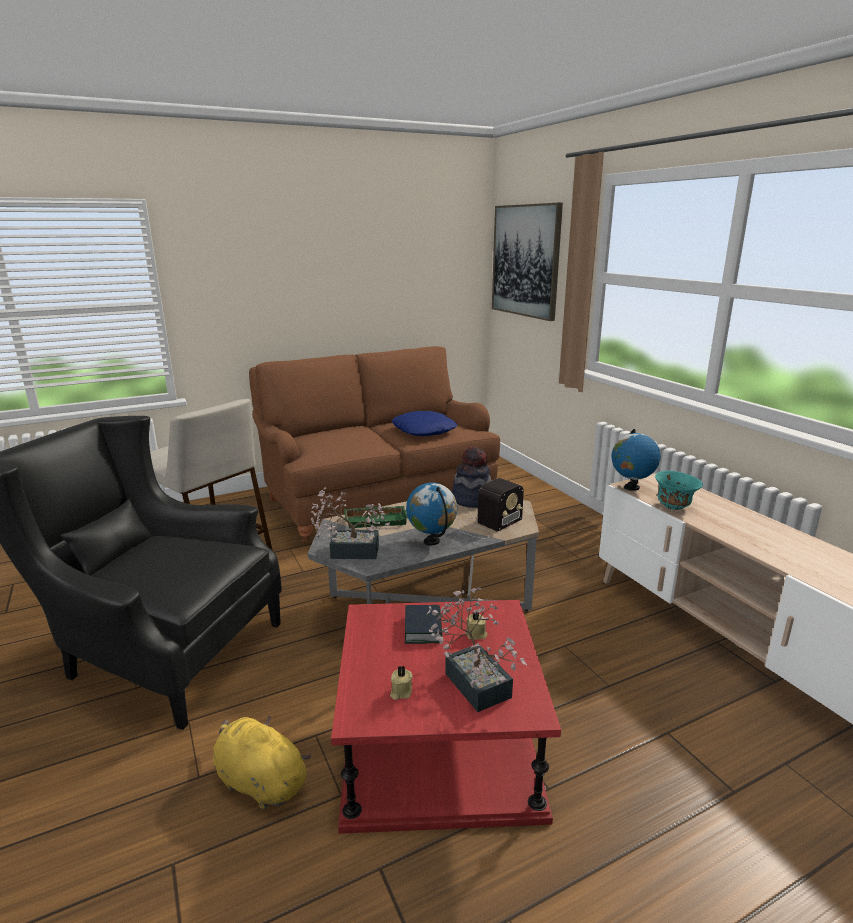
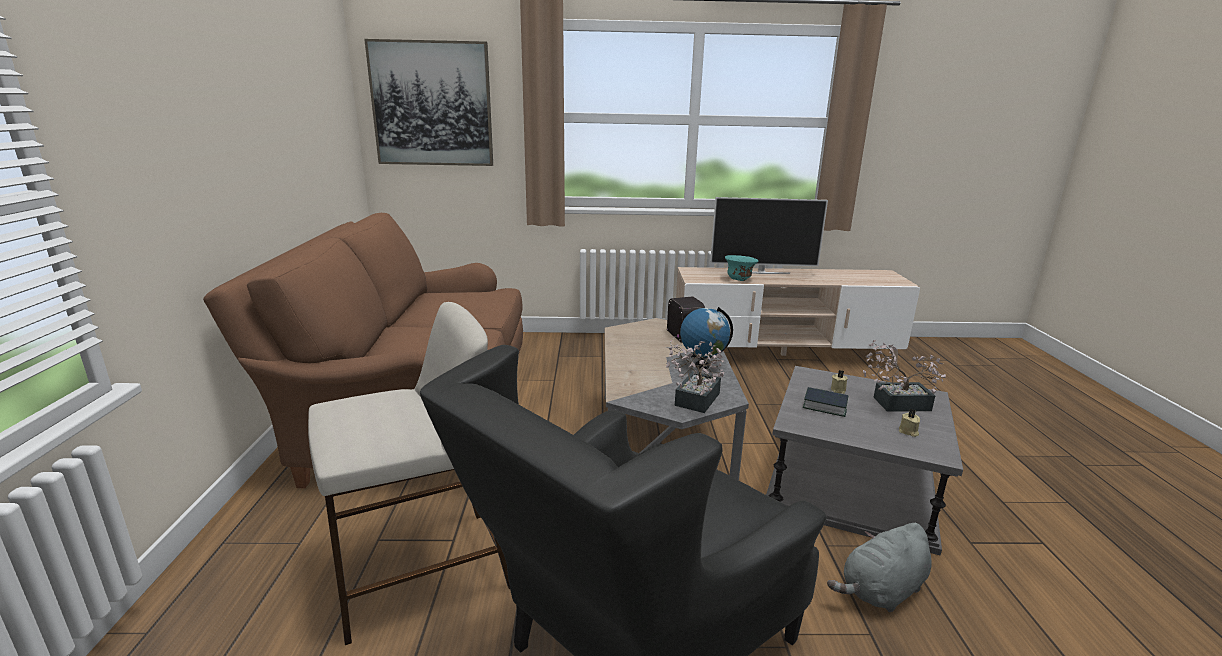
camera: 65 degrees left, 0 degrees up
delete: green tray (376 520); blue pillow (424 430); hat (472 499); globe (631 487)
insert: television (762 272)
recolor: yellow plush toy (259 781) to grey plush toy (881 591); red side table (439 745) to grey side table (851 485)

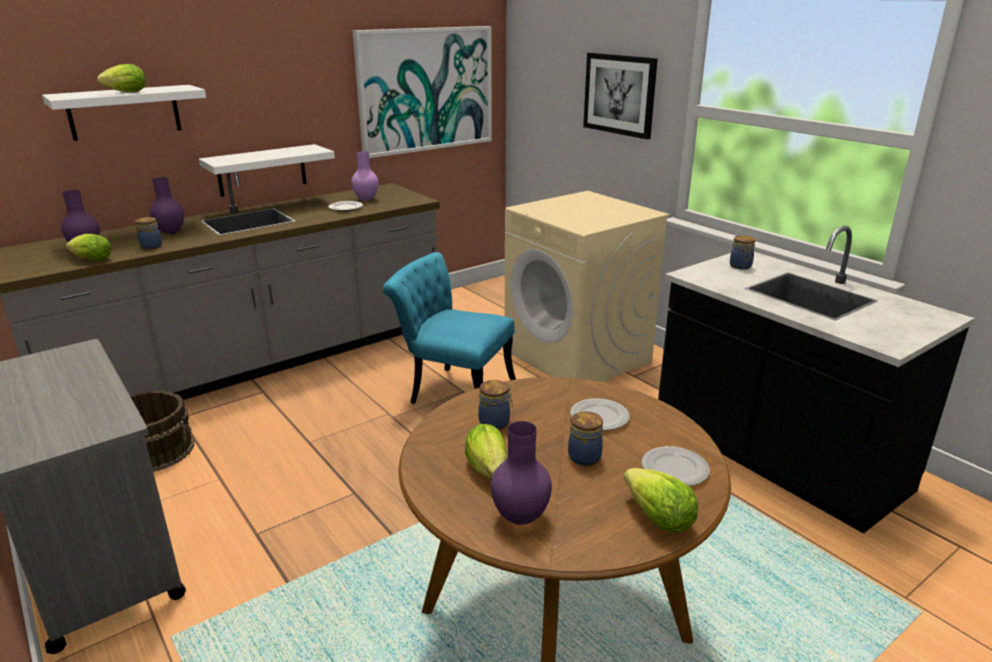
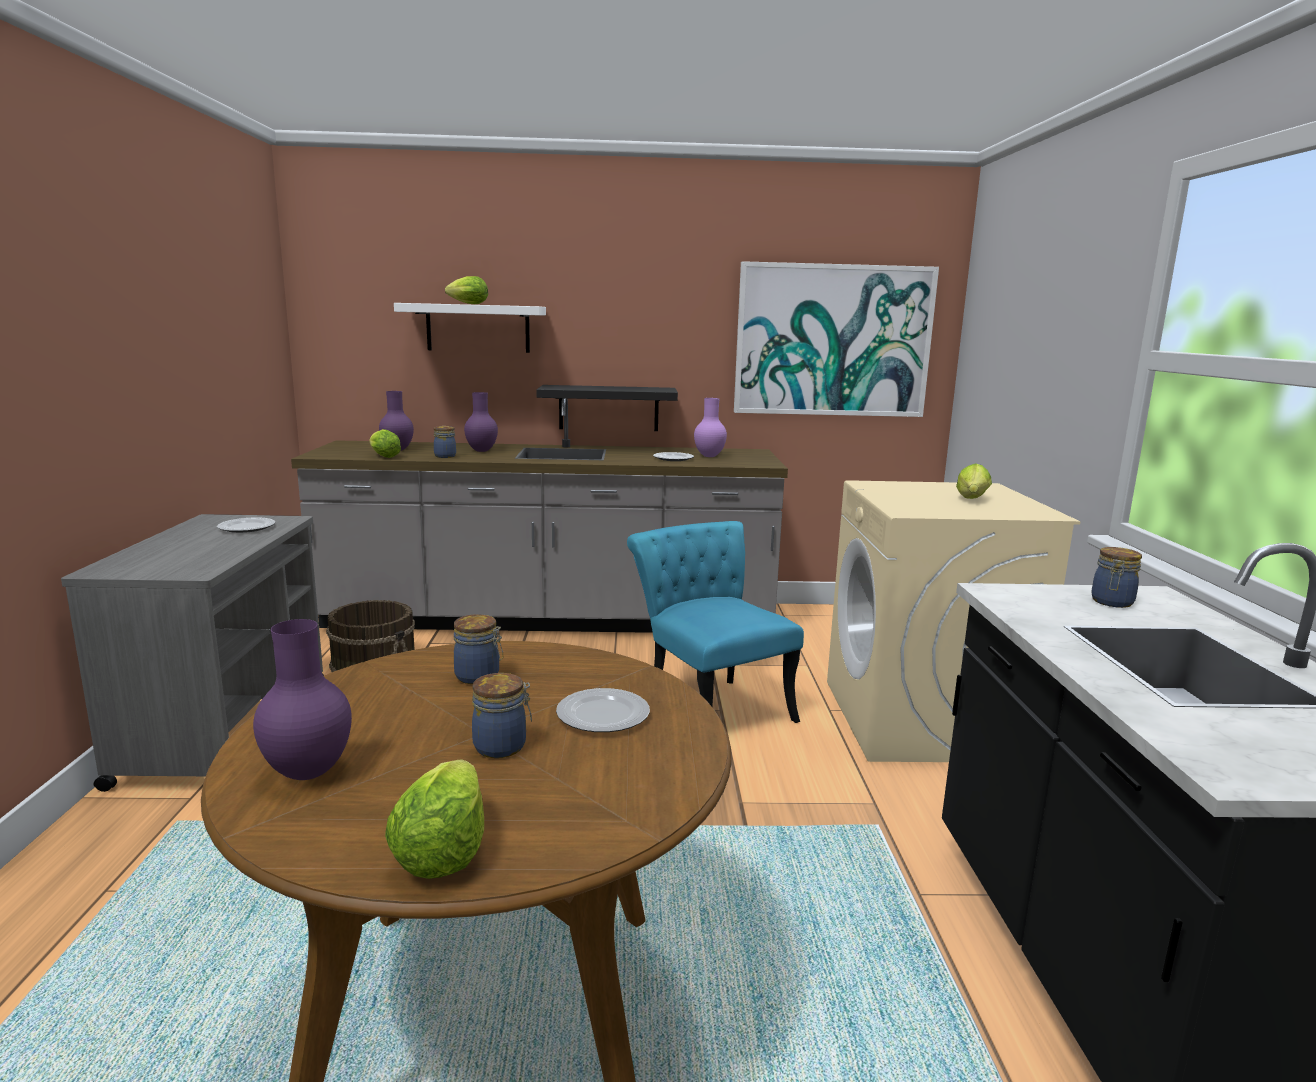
camera: 35 degrees right, 10 degrees down
delete: picture (619 94)
move: lettuce (488 471) to (972 500); plate (674 469) to (247 528)
recolor: white shelf (262 170) to black shelf (608 408)

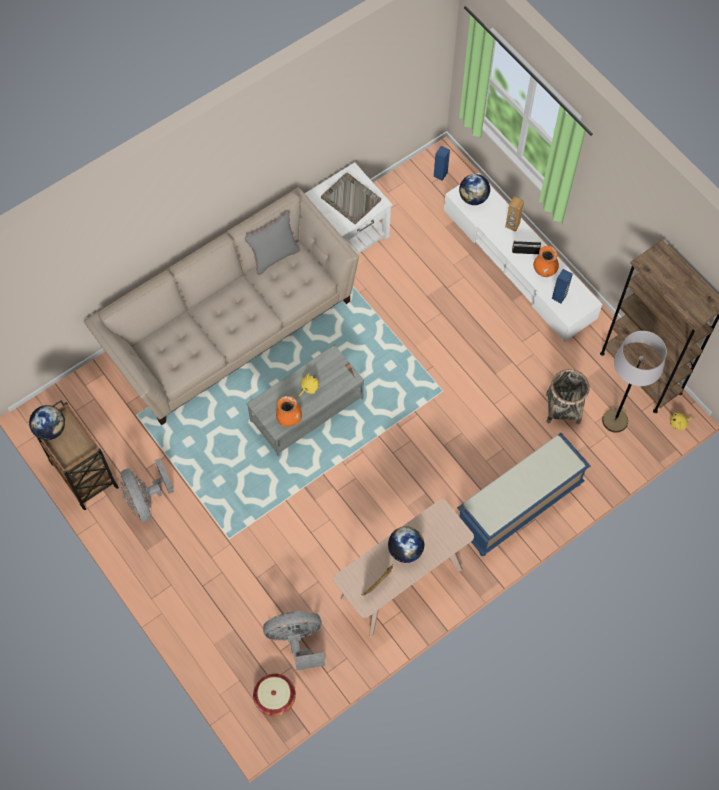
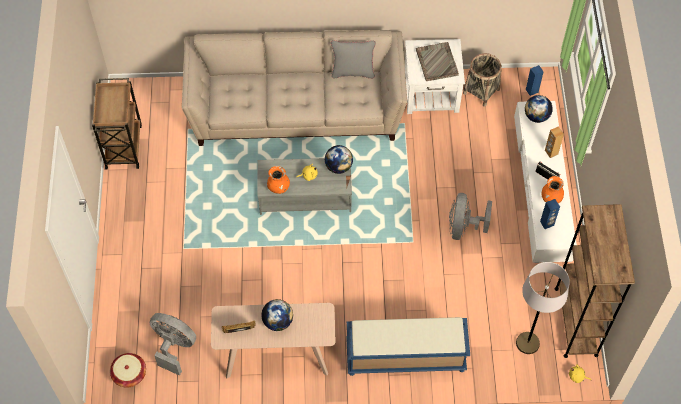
camera: 35 degrees right, 5 degrees down
move: globe (50 429) to (338 167); grey fan (146 500) to (463 227); basket (563 408) to (481 91)

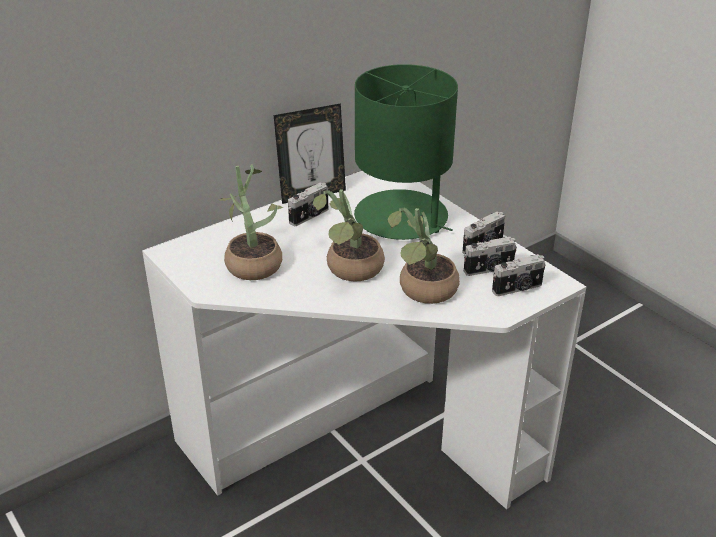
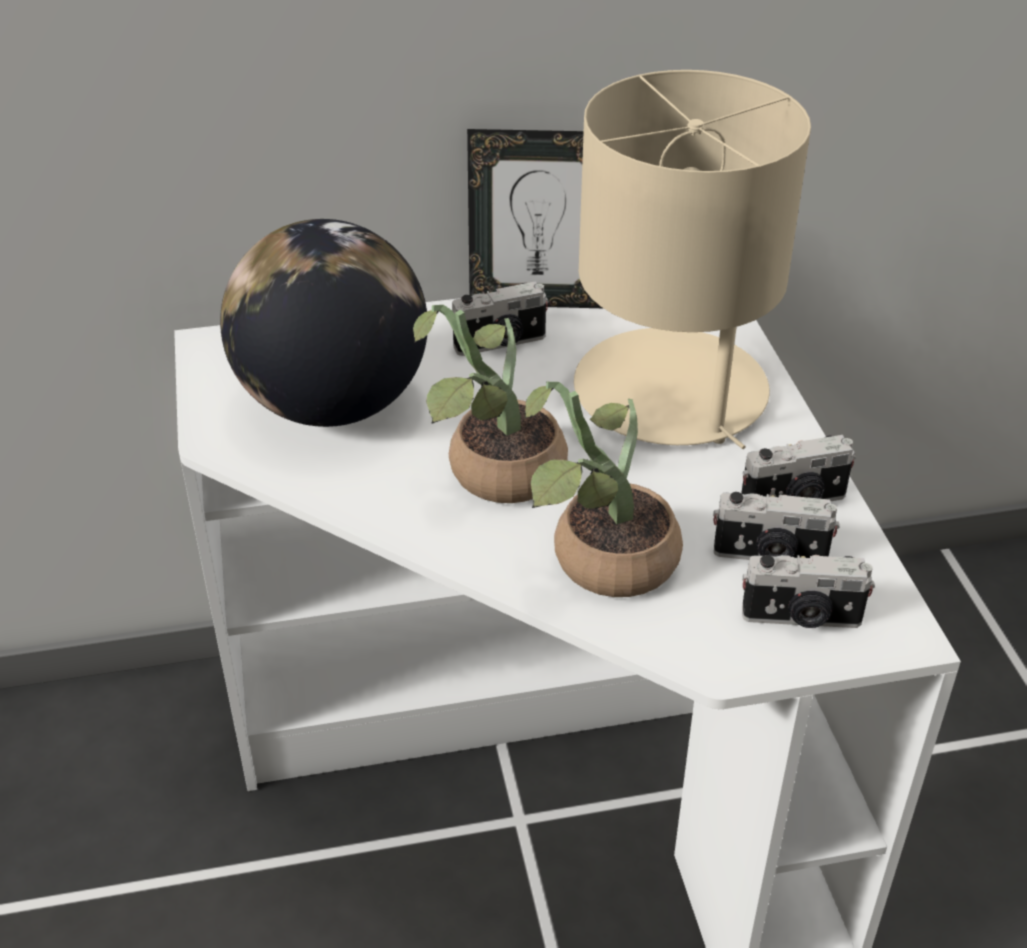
camera: 25 degrees right, 5 degrees up
replace: potted plant (252 262) to globe (333 405)
recolor: green table lamp (402 217) to beige table lamp (672 392)

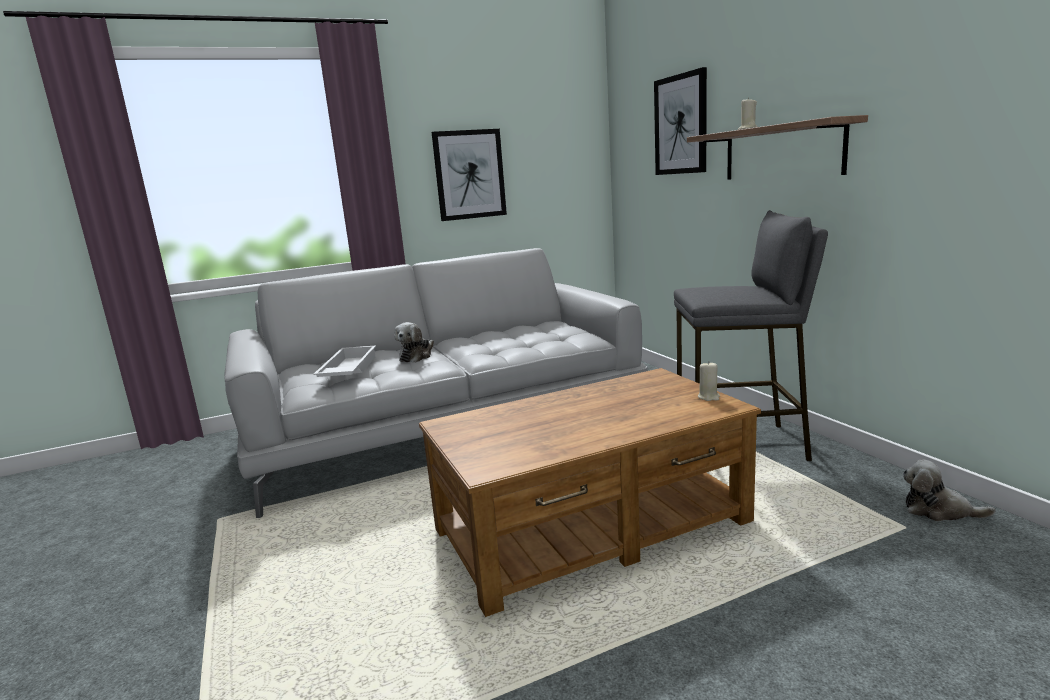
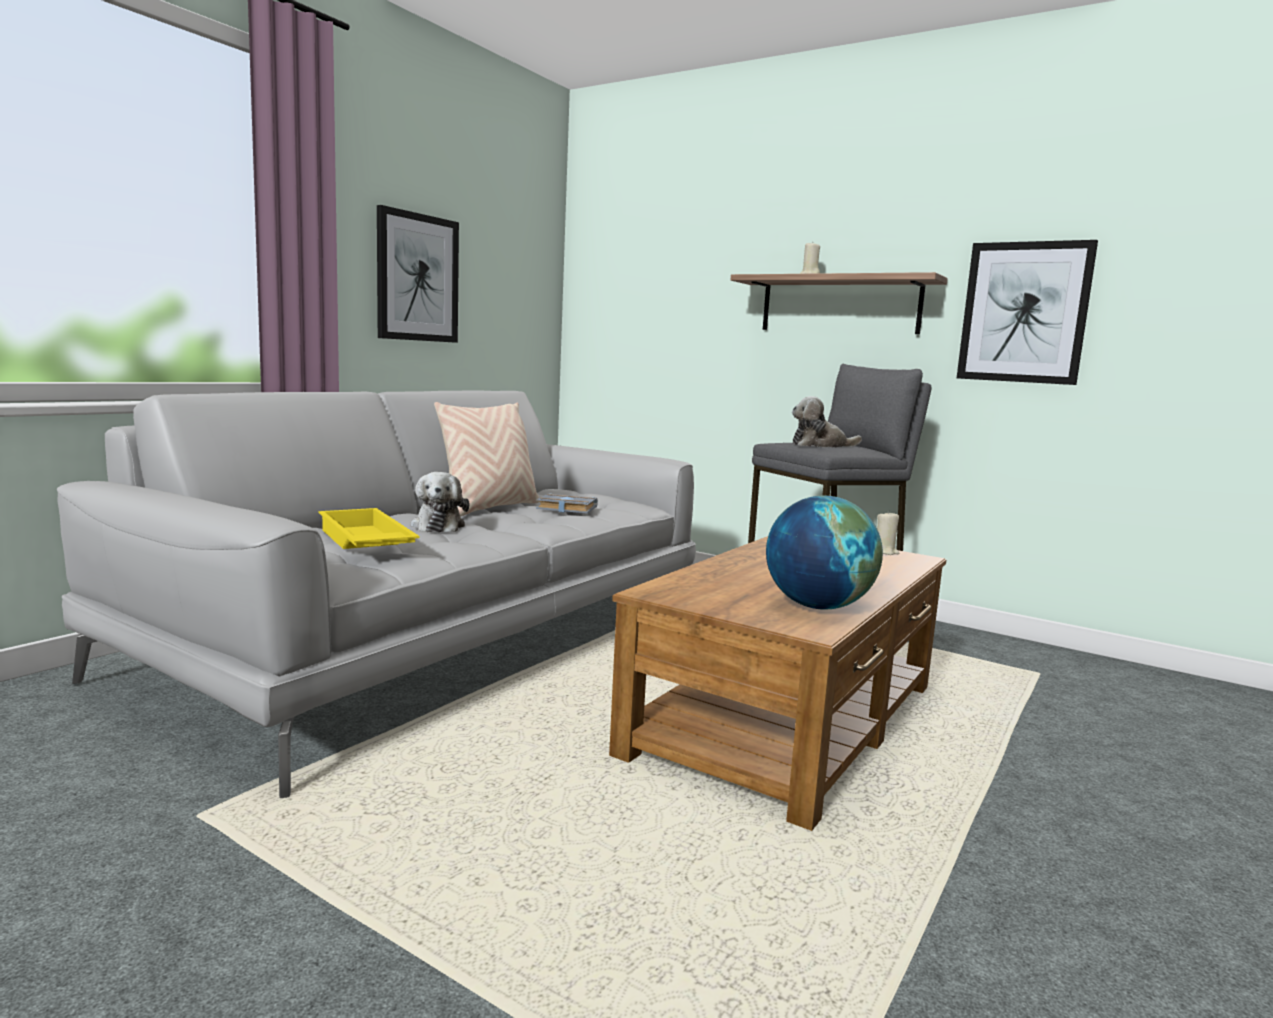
camera: 35 degrees left, 5 degrees down
insert: beige pillow (490 508); grey book (565 508); globe (817 606)
move: picture (681 125) to (1024 313); plush toy (939 510) to (820 445)
recolor: white tray (347 370) to yellow tray (363 542)

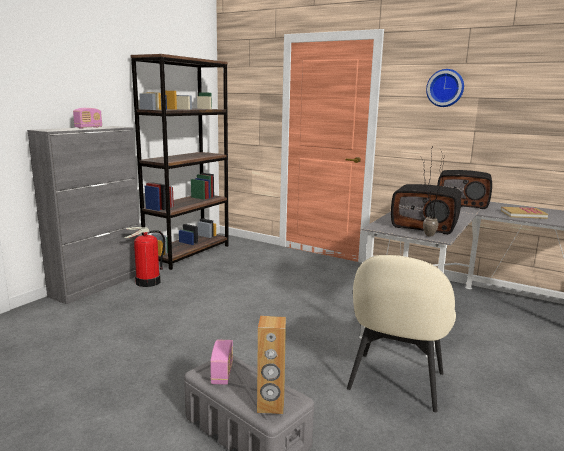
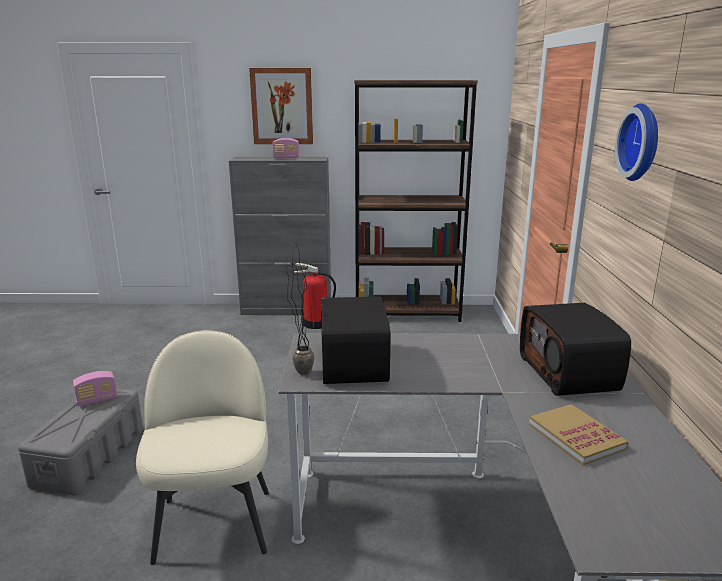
camera: 60 degrees right, 5 degrees up
delete: brown speaker (270 406)
insert: picture (282 106)
rotate: beige chair (395 382) = (214 522) 90 degrees clockwise

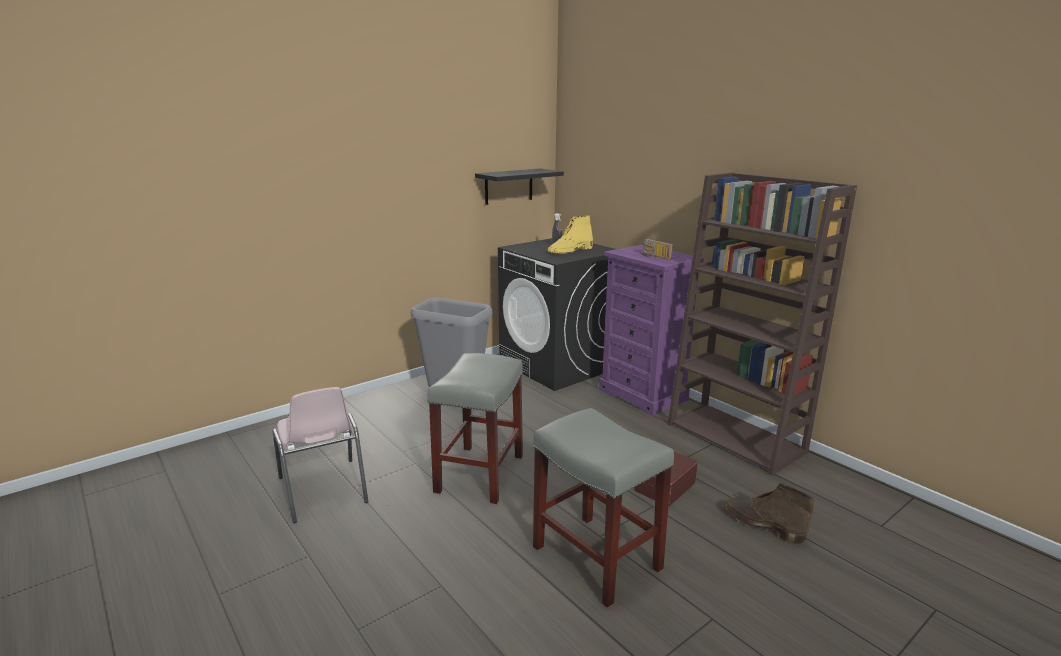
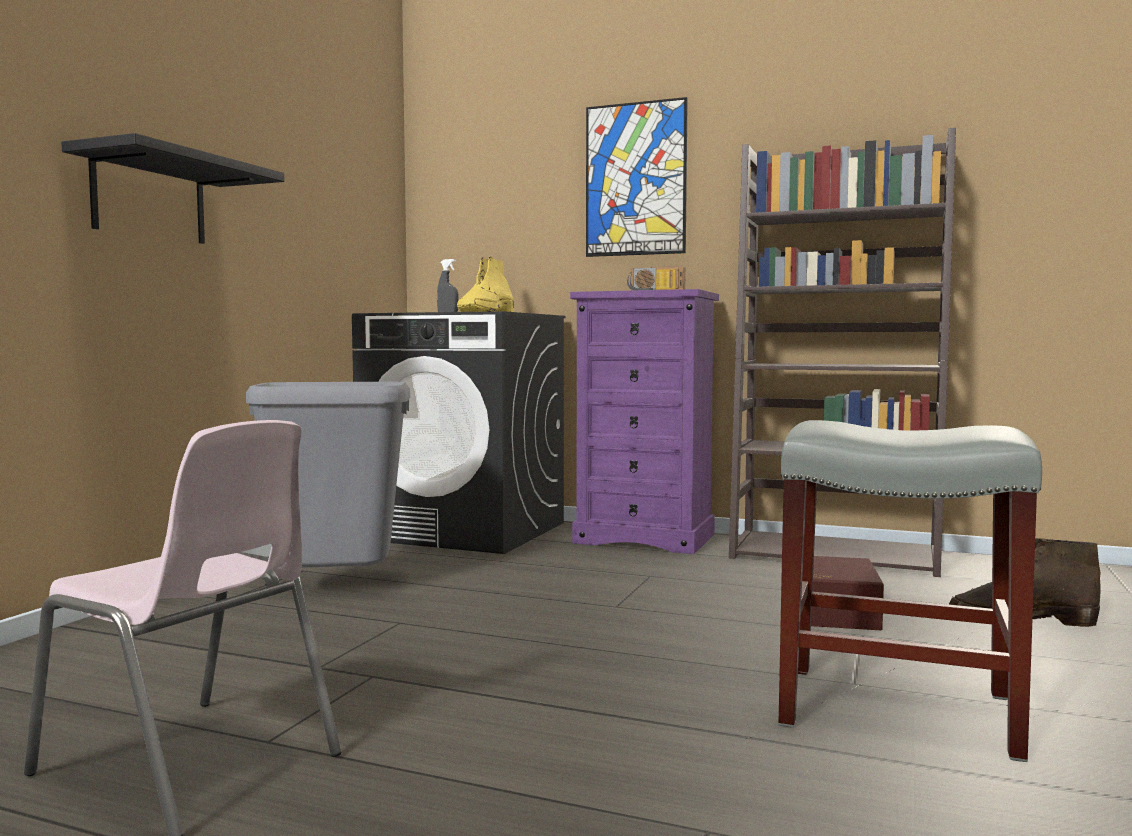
camera: 30 degrees left, 15 degrees down
delete: grey stool (479 473)
insert: picture (635 179)
move: black shelf (508 186) to (149 199)

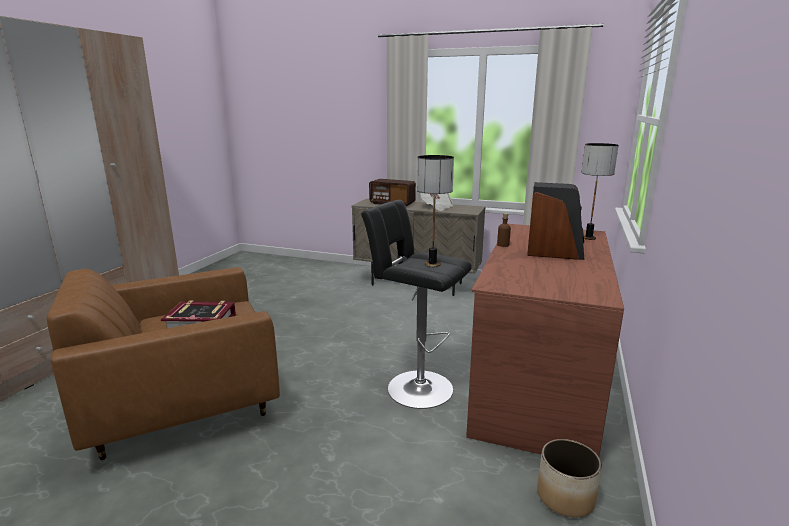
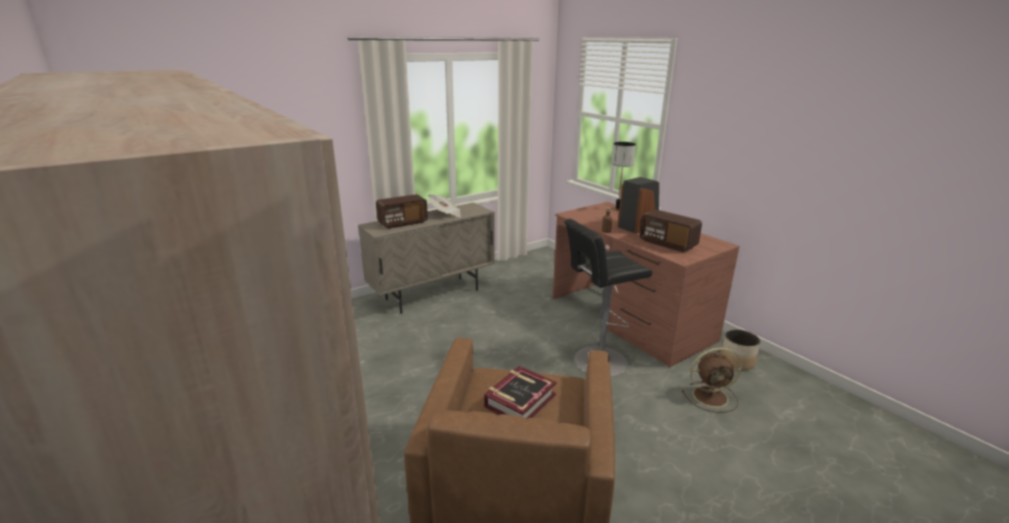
camera: 55 degrees left, 5 degrees up
delete: table lamp (432 264)
insert: radio (668 244); brown fan (711 396)

